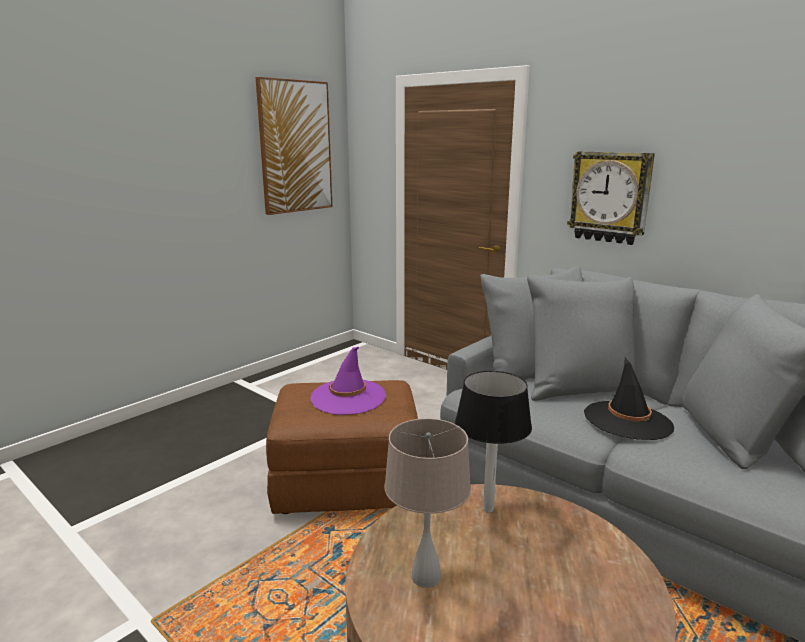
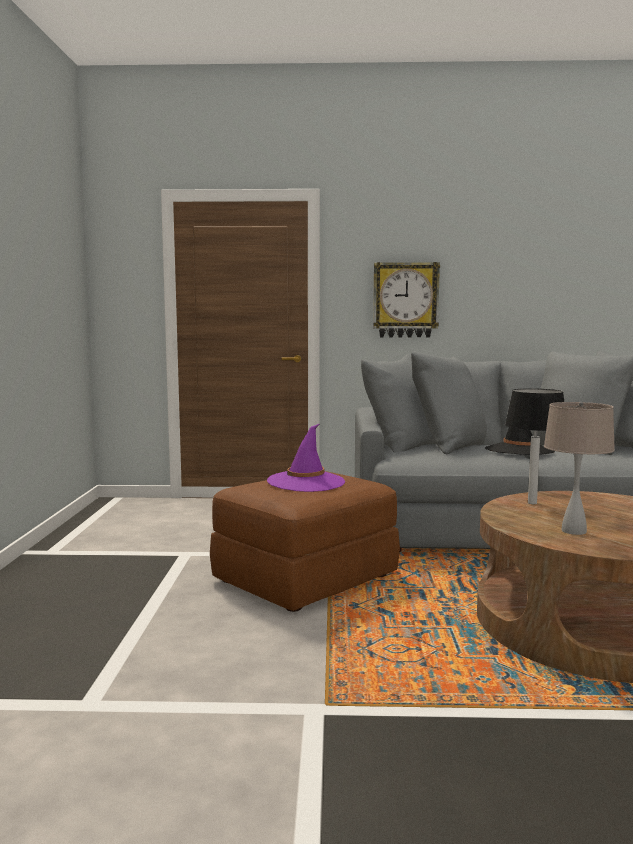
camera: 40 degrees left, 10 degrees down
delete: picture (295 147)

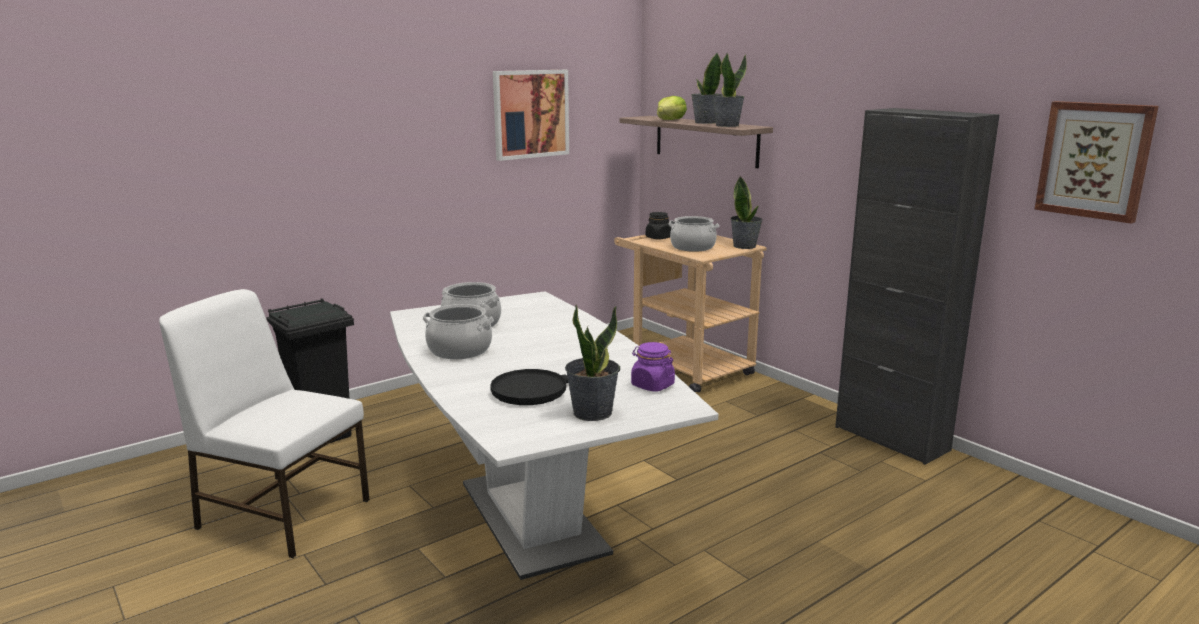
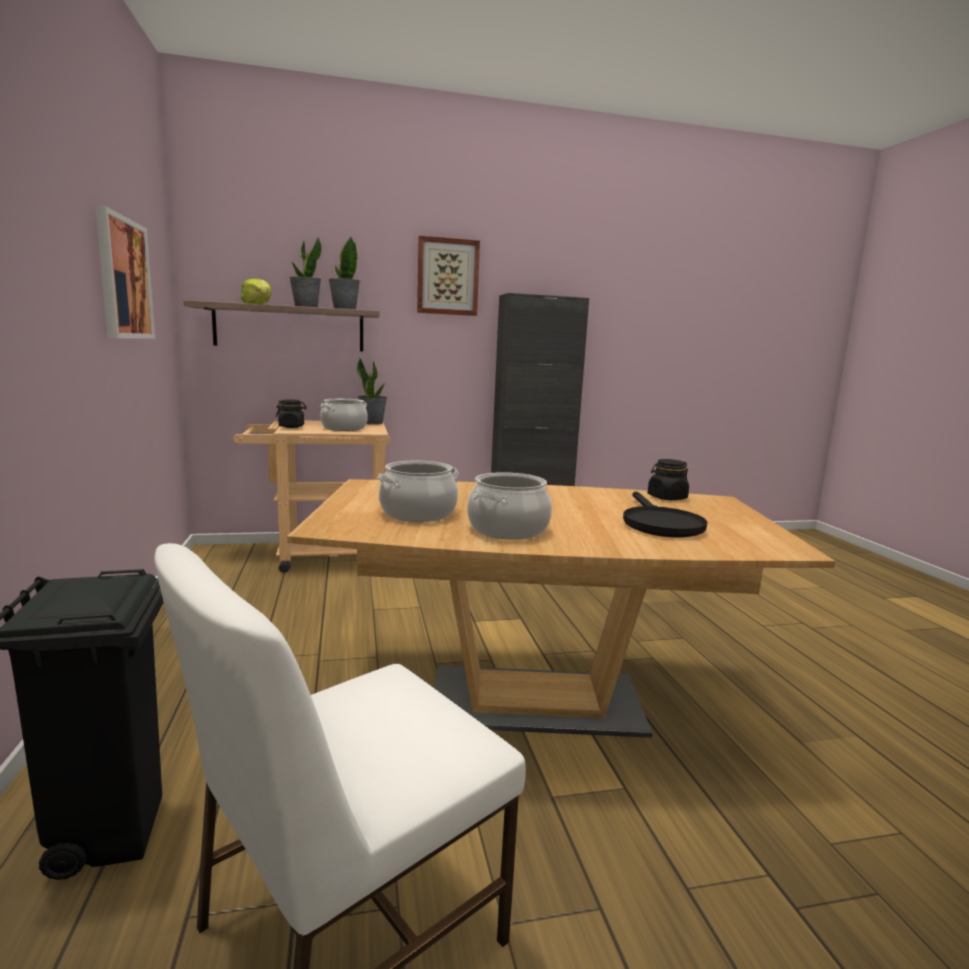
camera: 65 degrees left, 5 degrees down
delete: potted plant (592 412)
move: picture (1094 160) to (447 277)
recolor: white dining table (532 517) to brown dining table (535 702); purple jar (652 385) to black jar (667 498)

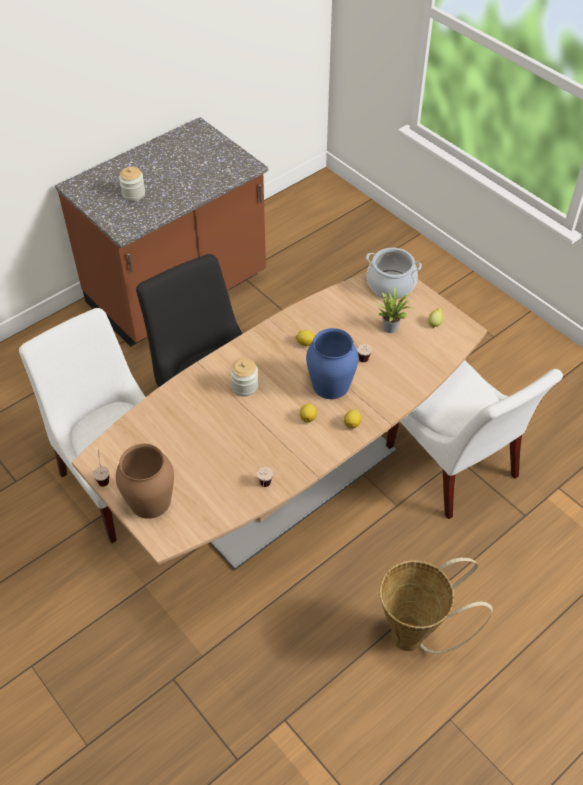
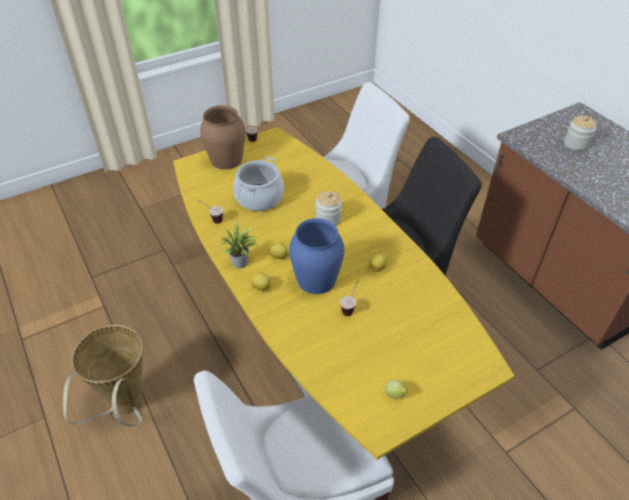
camera: 100 degrees right, 5 degrees down
move: cooking pot (391 285) to (259 198); potted plant (391 326) to (241 263)
recolor: brown dining table (292 480) to yellow dining table (314 341)

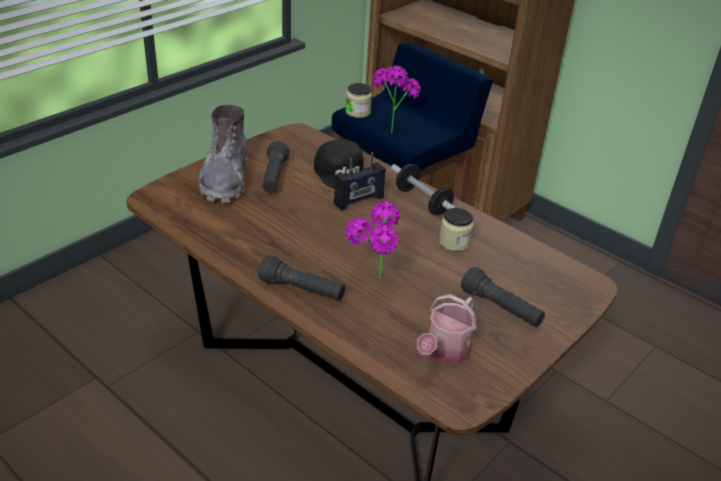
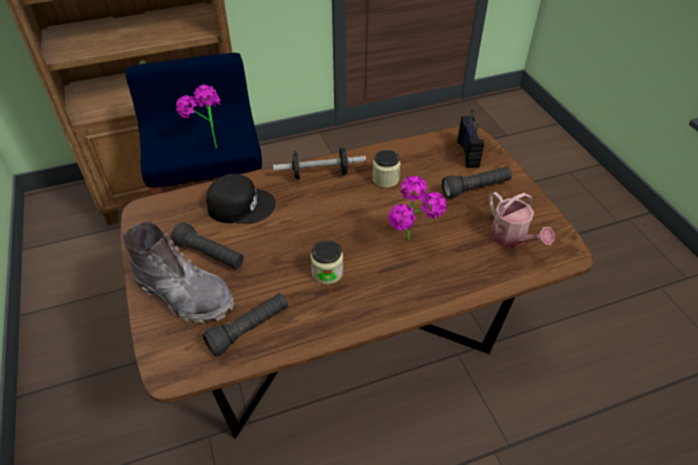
camera: 60 degrees left, 10 degrees up
move: black flashlight (302 290) to (249 329); radio (359 201) to (468 153); jar (358 112) to (327 272)

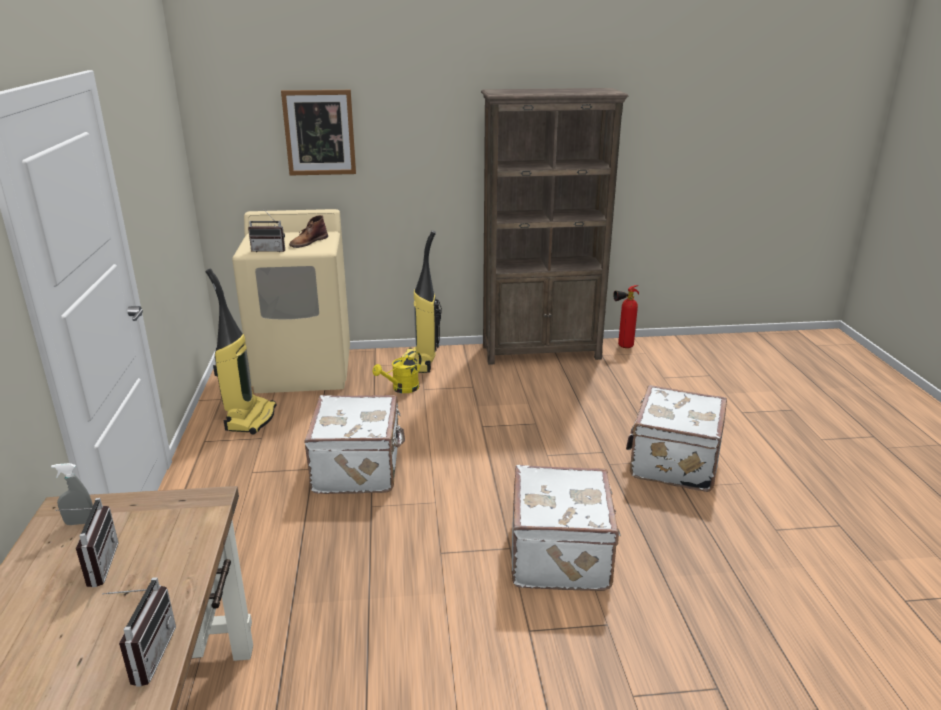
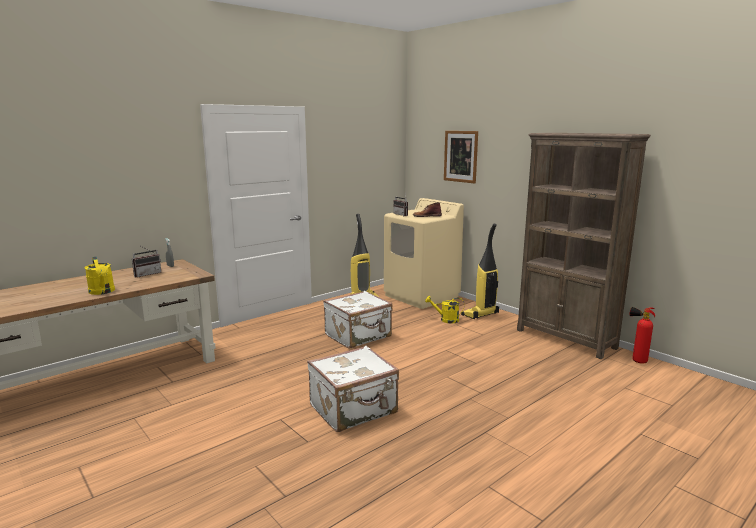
camera: 55 degrees right, 10 degrees down
delete: white suitcase (672 463)
replace: radio (145 655) to yellow watering can (102 292)

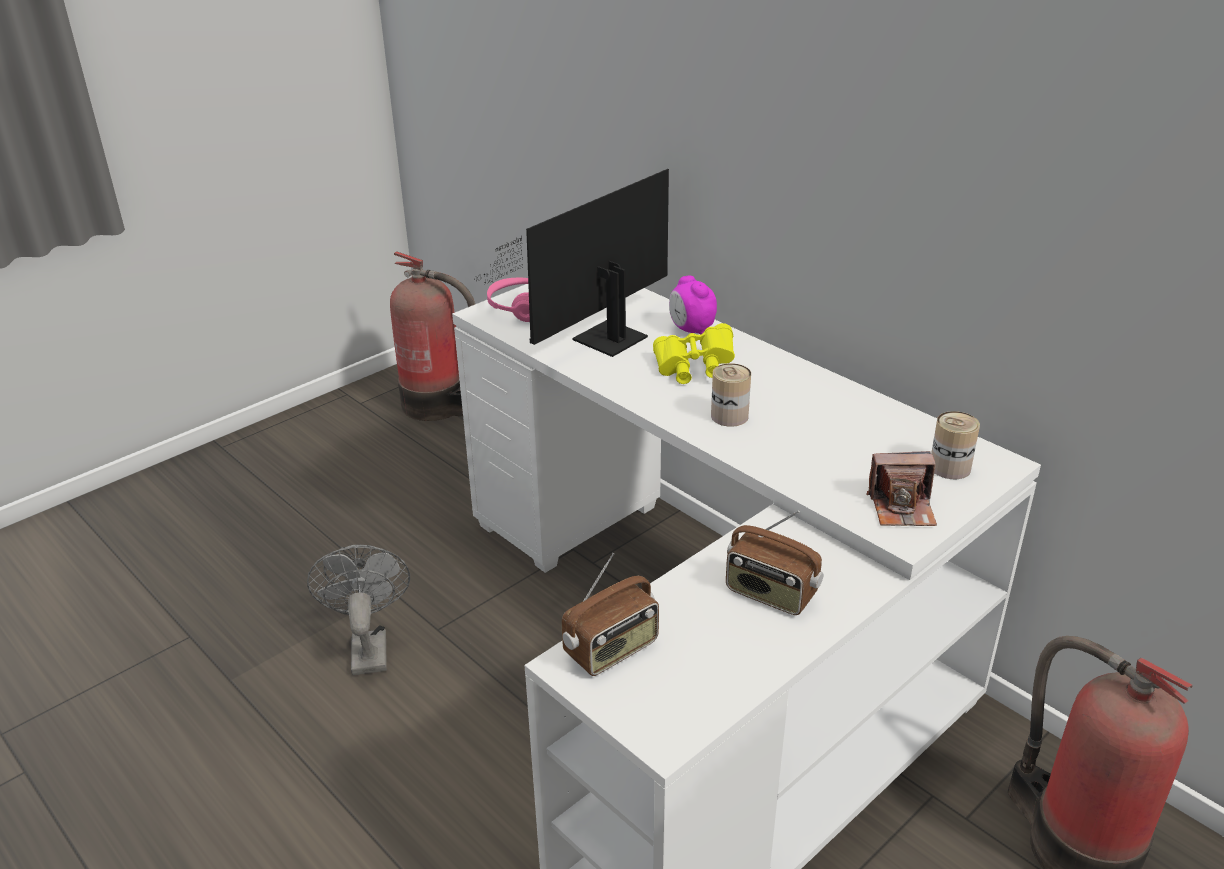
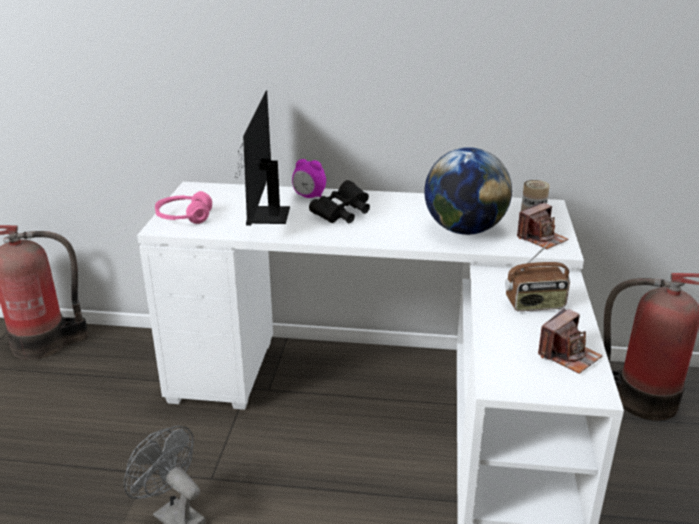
camera: 40 degrees left, 5 degrees down
delete: radio (612 650); can (729 416)
insert: globe (464 230); photo camera (568 355)
recolor: yellow binoculars (694 369) to black binoculars (342 214)

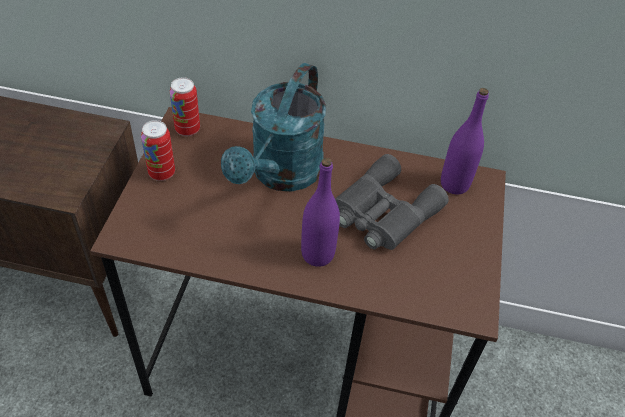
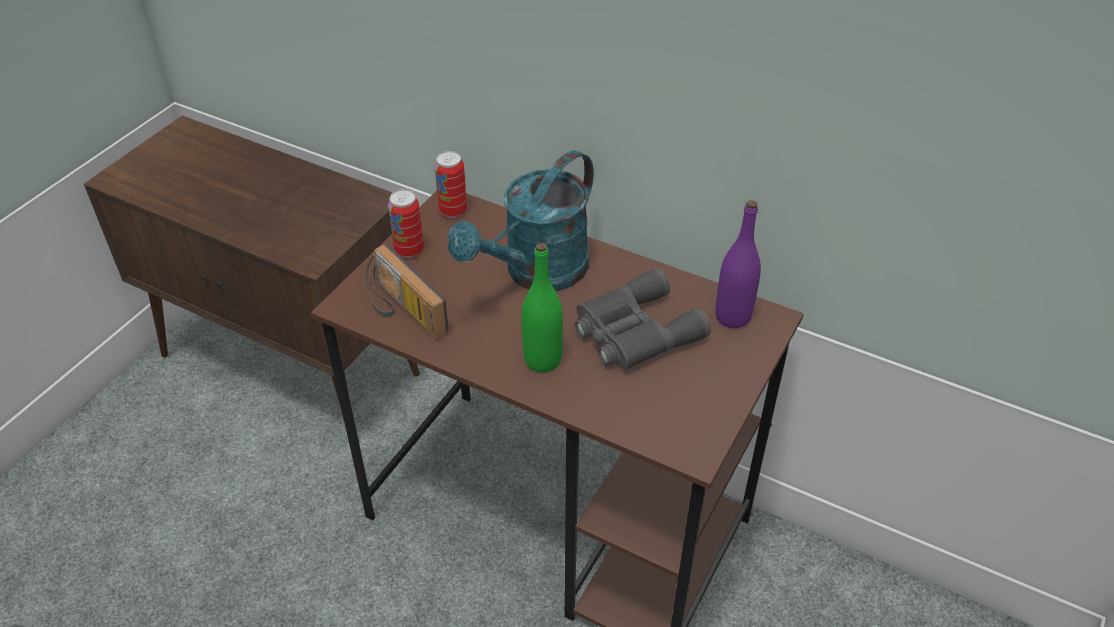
camera: 20 degrees right, 5 degrees down
insert: radio (401 311)
recolor: purple bottle (317 254) to green bottle (542 360)

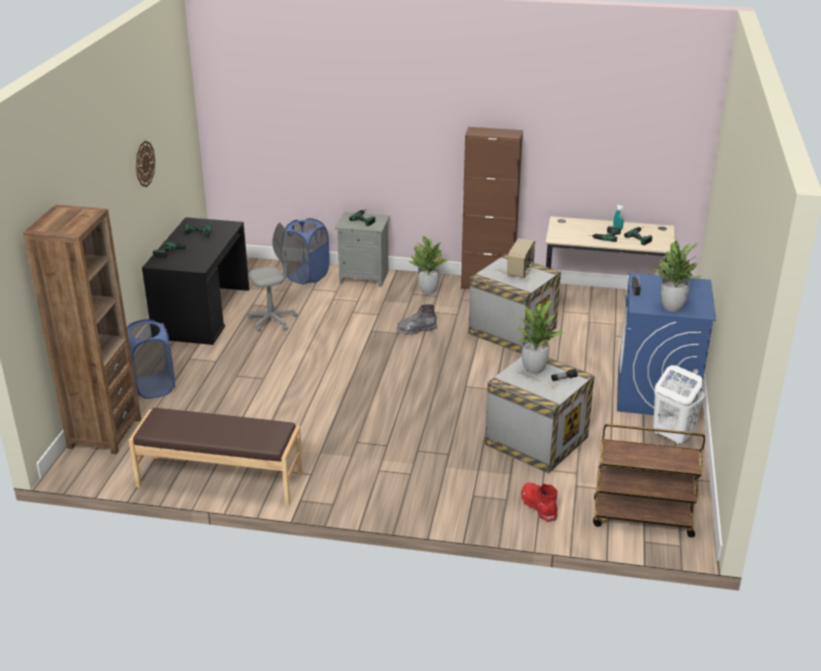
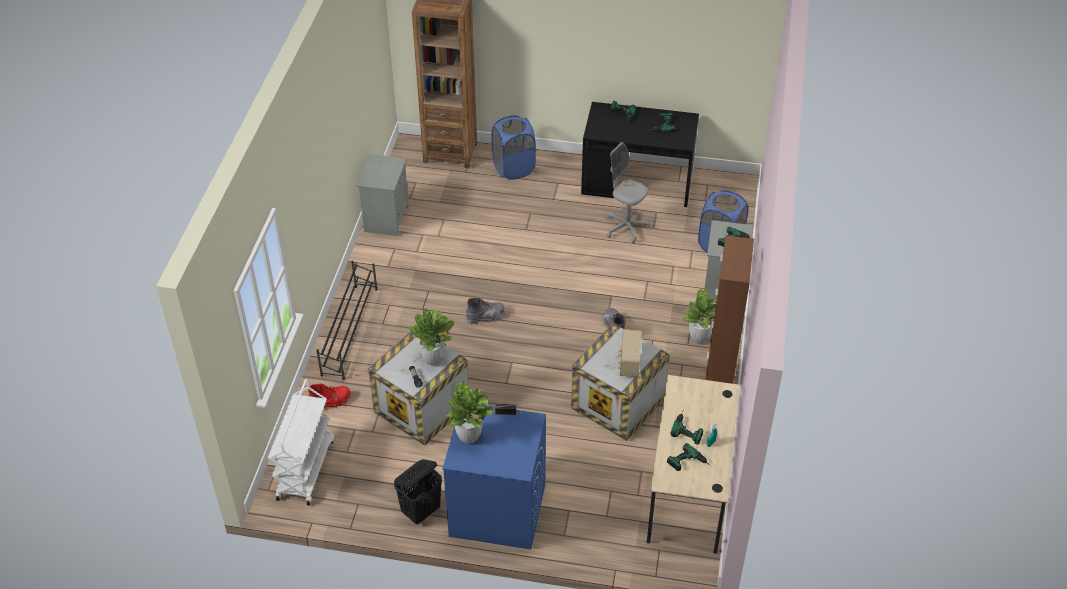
camera: 90 degrees right, 15 degrees up
delete: wall clock (144 163)
insert: black shoe rack (350 331); grey boot (485 316)
replace: brown bench (220 480) to grey nightstand (386 218)
recolor: brown cart (641 519) to white cart (305 468); white laundry basket (672 436) to black laundry basket (421 511)
rotate: grey office chair (272 321) = (625 227) 150 degrees clockwise; radio (521 270) = (629 363) 75 degrees clockwise

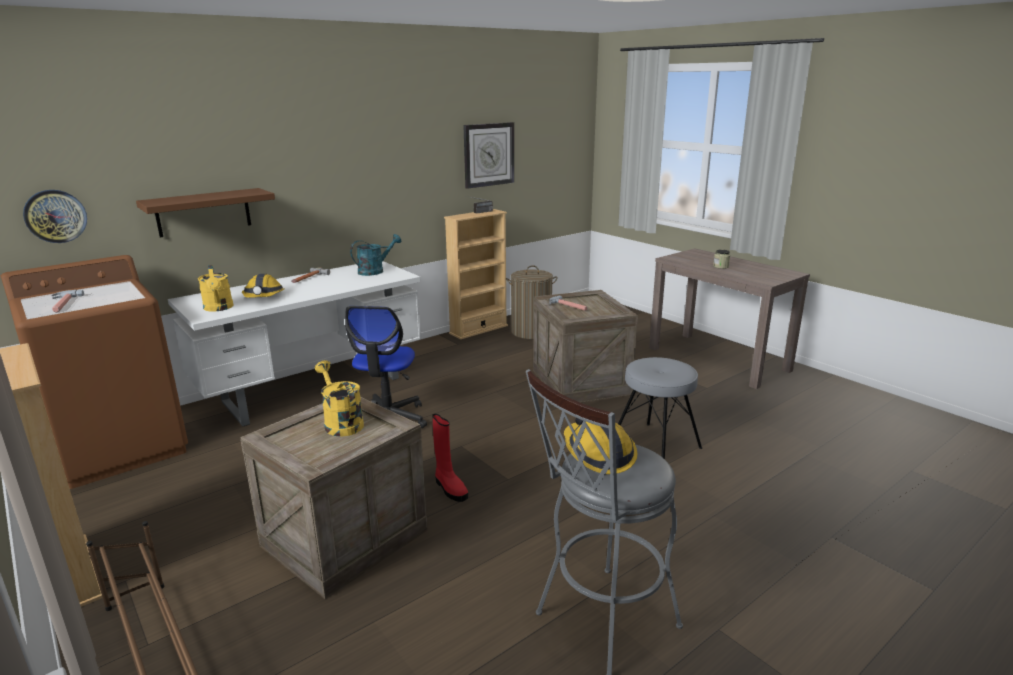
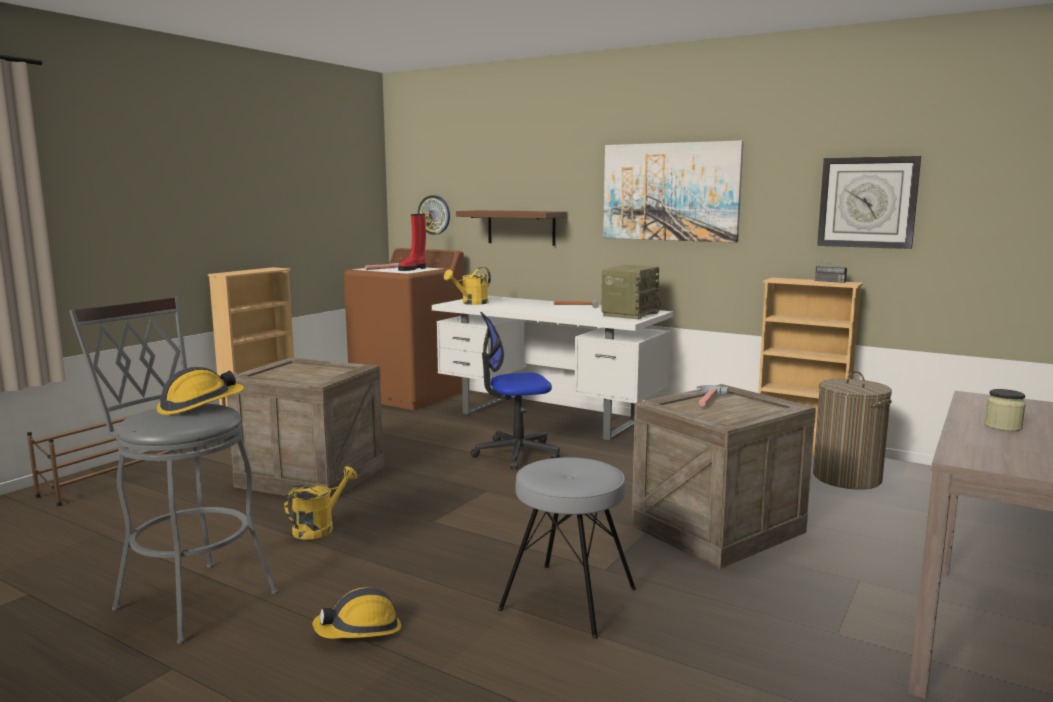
camera: 70 degrees right, 10 degrees down
insert: picture (670 192)
move: hard hat (264 297) to (359 630); yellow watering can (341 423) to (319 528); red boot (450 488) to (413 269)
replace: turquoise watering can (375 271) to radio (629 314)

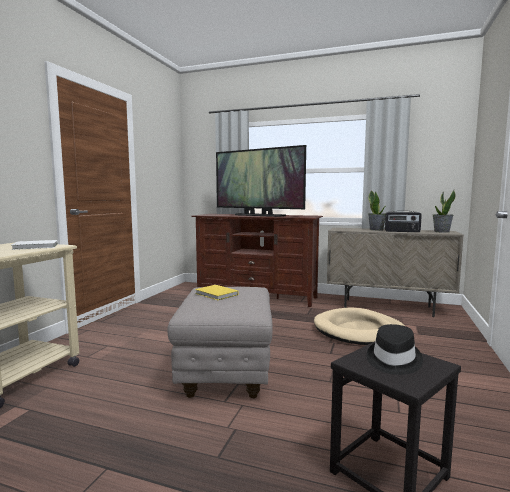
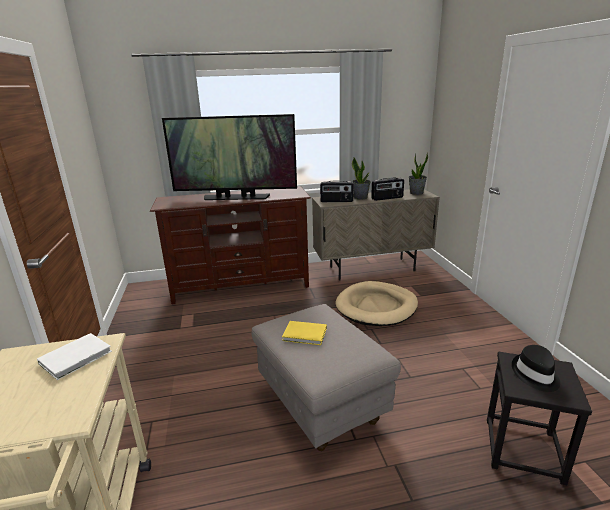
camera: 30 degrees left, 15 degrees up
insert: radio (336 201)

